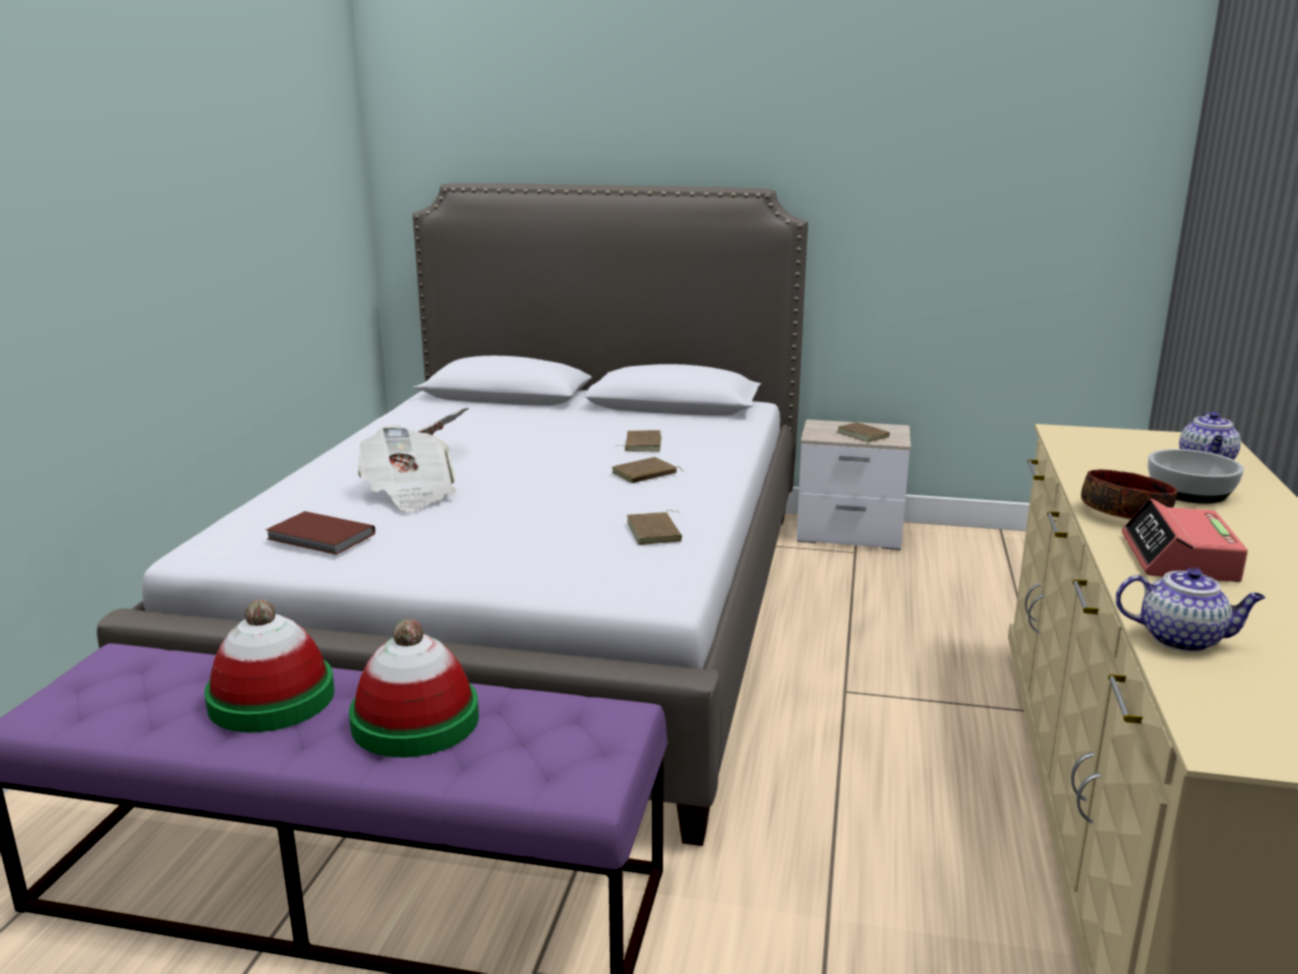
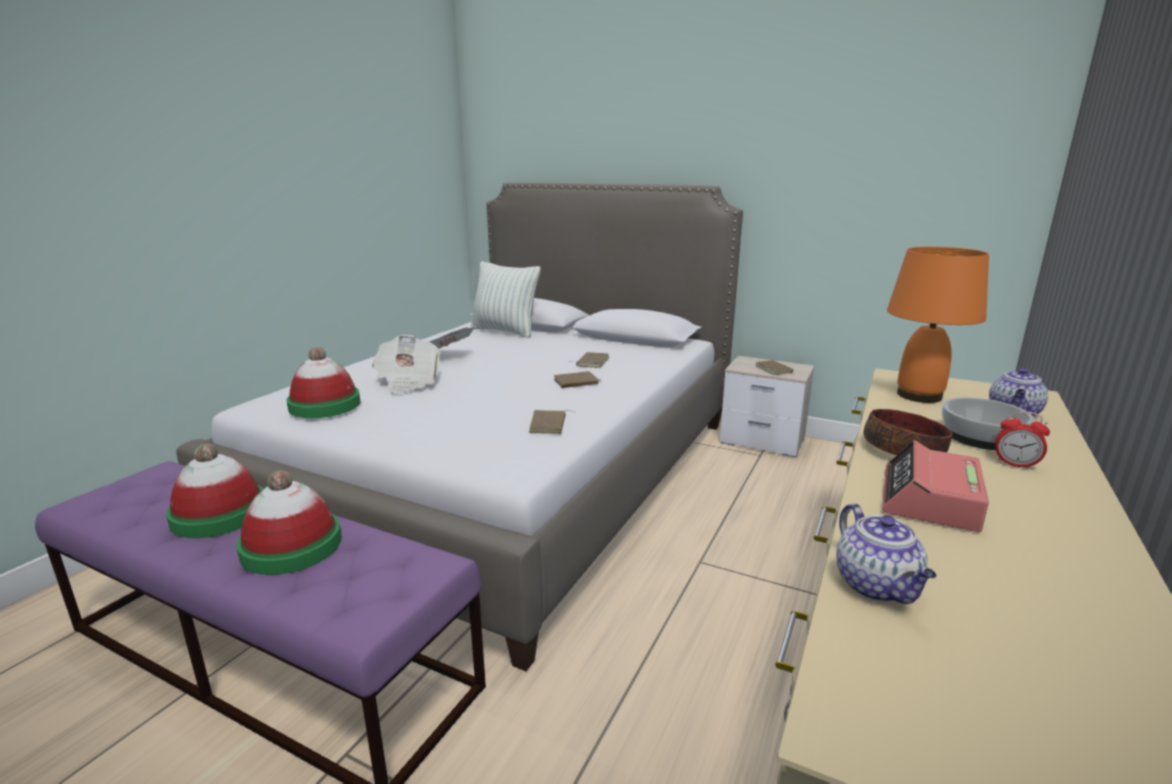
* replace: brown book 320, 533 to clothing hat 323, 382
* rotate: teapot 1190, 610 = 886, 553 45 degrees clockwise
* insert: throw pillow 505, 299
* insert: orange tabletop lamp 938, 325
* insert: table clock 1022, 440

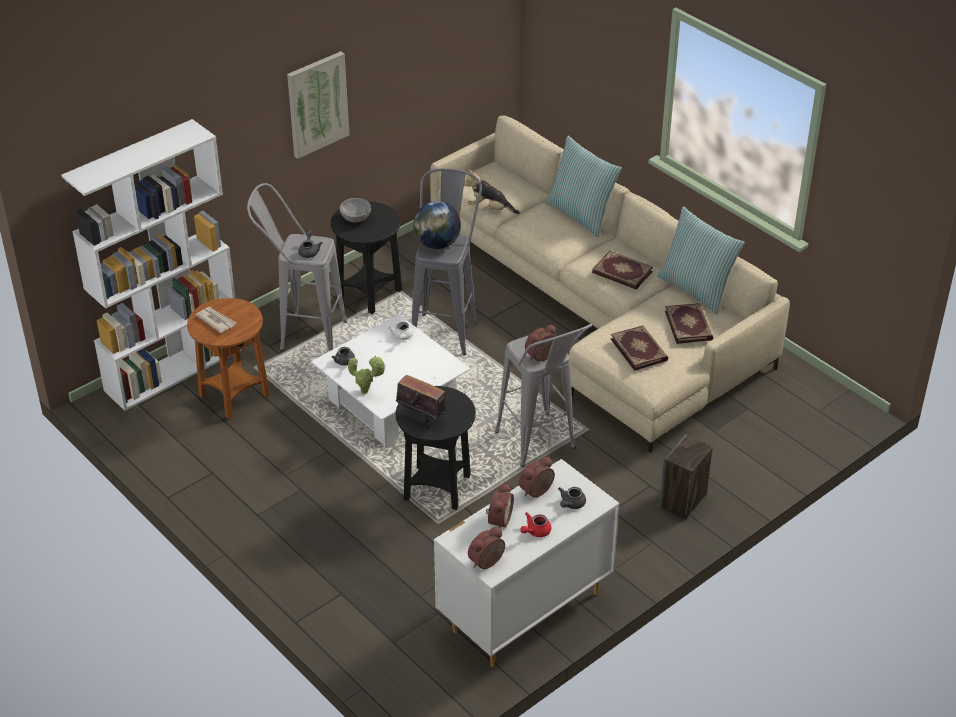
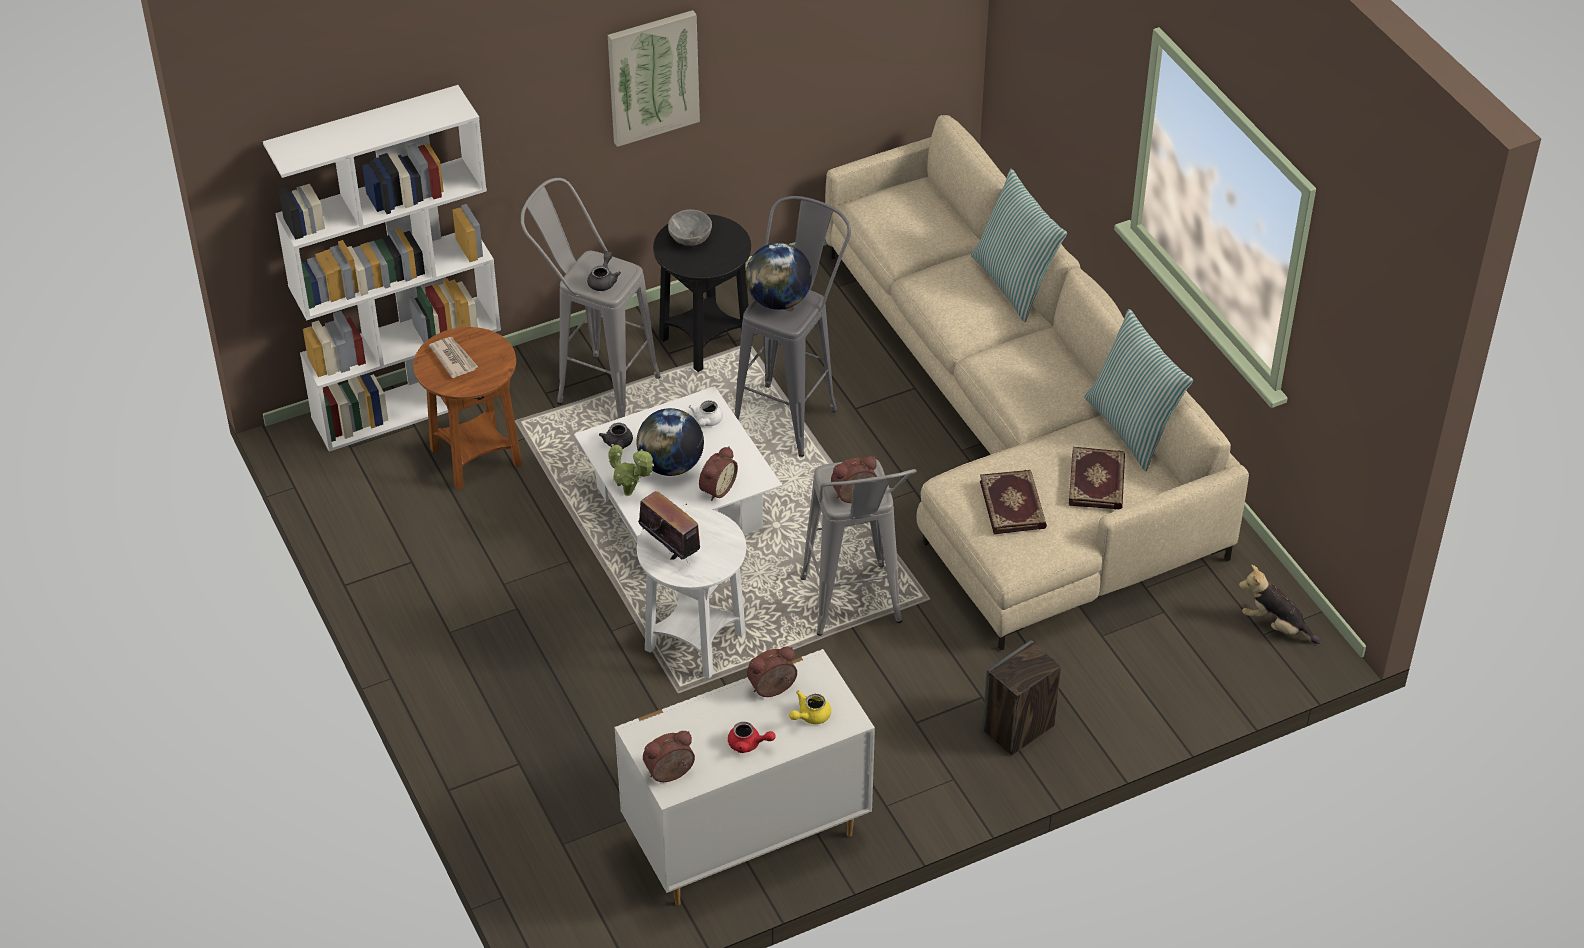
* recolor: black accent table 436, 448 to white accent table 691, 593
* move: plush toy 492, 191 to 1280, 604
* move: table clock 500, 505 to 718, 473
* rotate: red-coloured teapot 535, 524 = 751, 737 135 degrees counterclockwise
* recolor: gray teapot 572, 498 to yellow-coloured teapot 810, 707
* delete: book 622, 270
* insert: world globe 670, 442

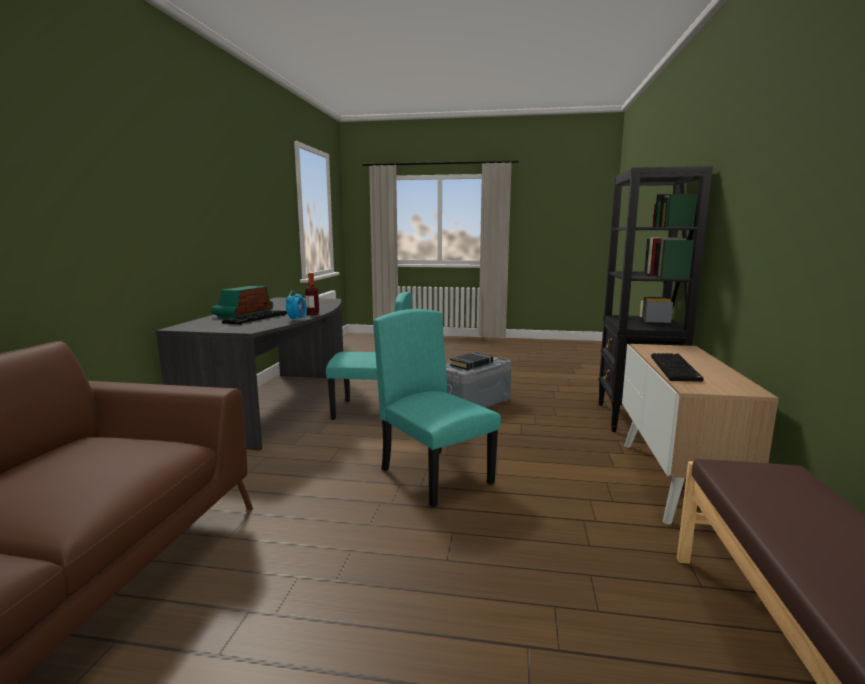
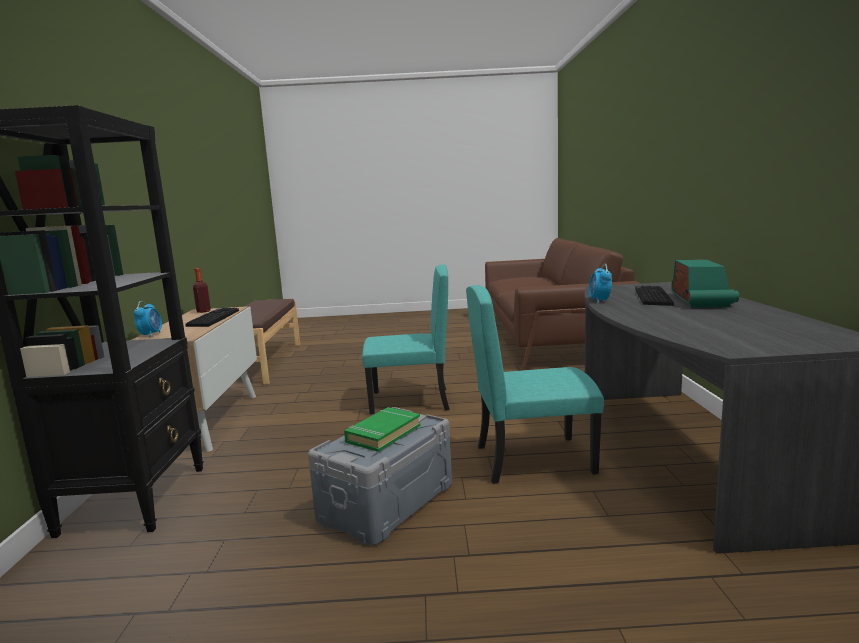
* move: bottle 312, 294 to 202, 290
* rotate: blue-green upright chair 437, 408 = 406, 339 45 degrees counterclockwise
* recolor: black book 471, 361 to green-coloured book 382, 429
* insert: table clock 148, 319

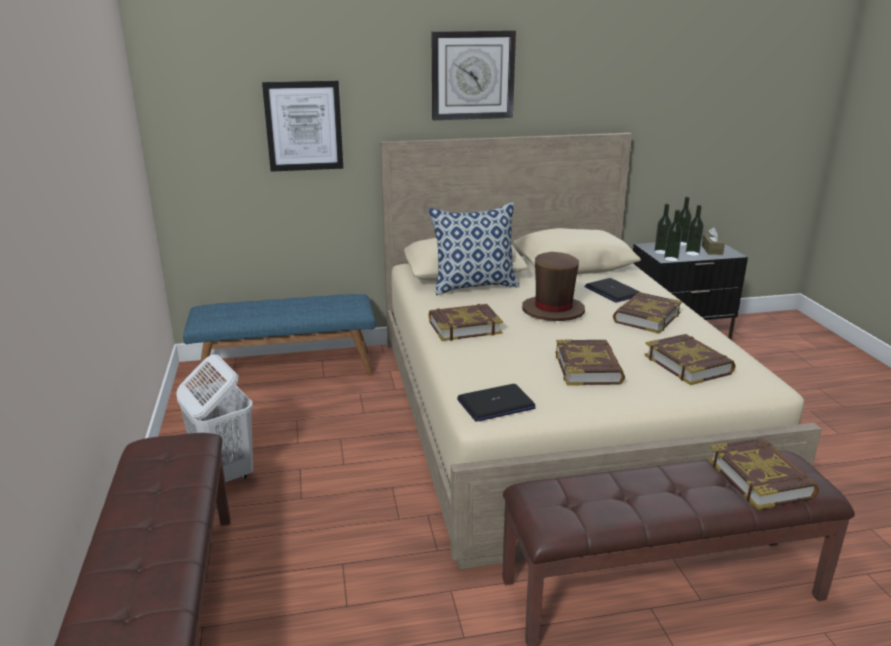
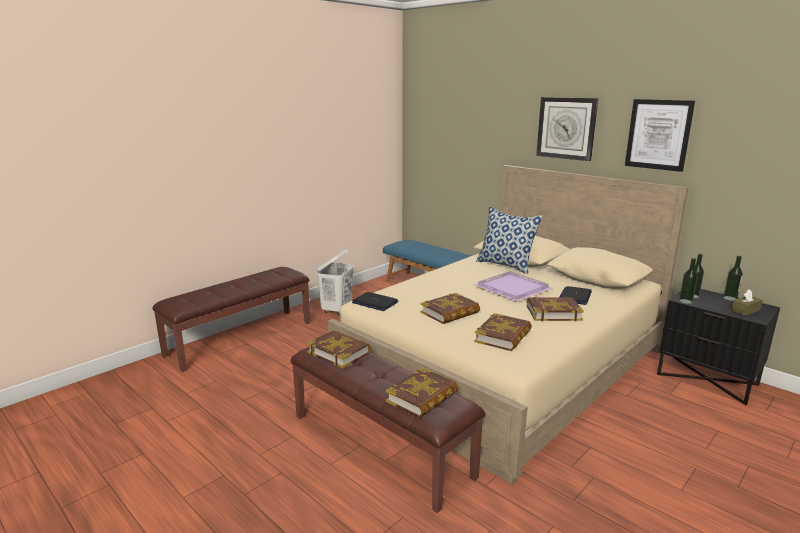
* move: wall art 302, 126 to 660, 135
* move: book 466, 322 to 338, 349
* replace: brown clothing hat 553, 286 to purple-coloured serving tray 513, 286
* delete: bottle 695, 230

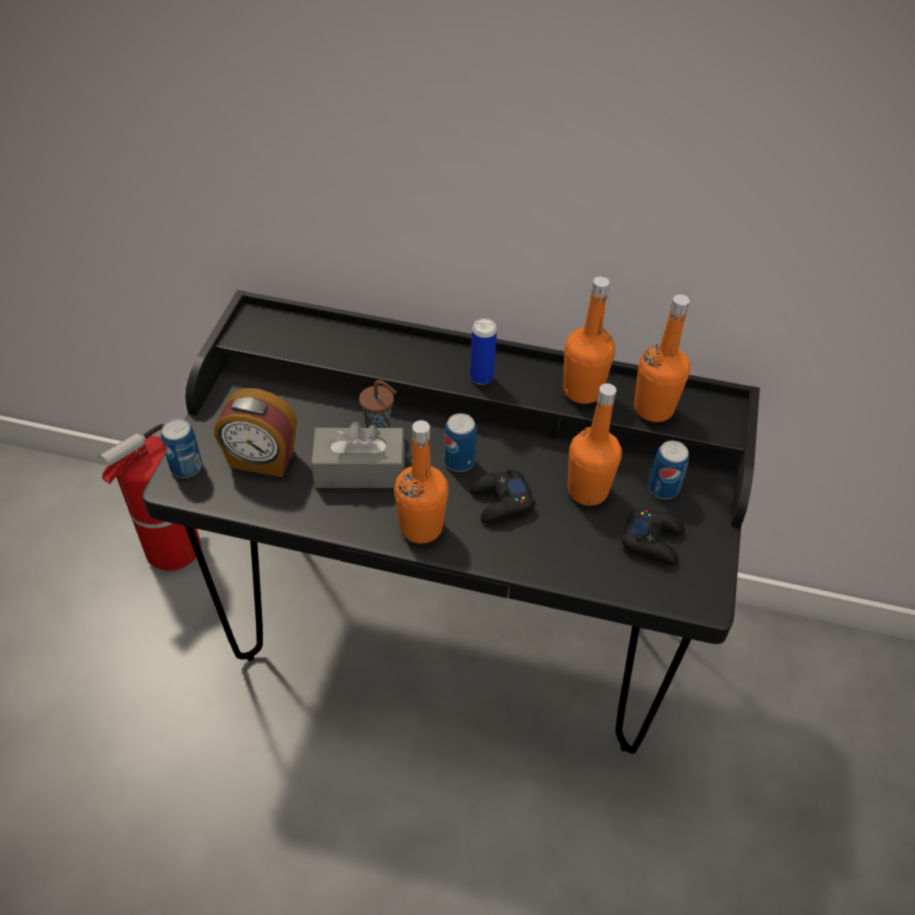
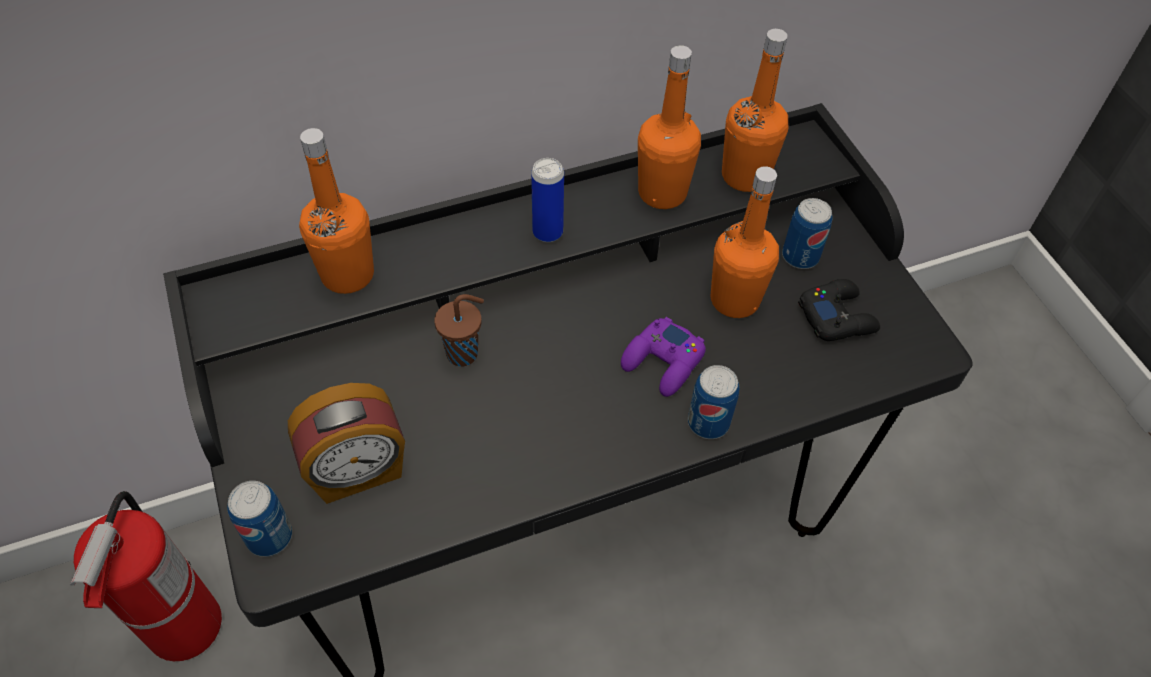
* delete: gray tissue holder 358, 455
* move: orange bottle 421, 482 to 336, 211
* move: can 460, 442 to 714, 402
* recolor: black joypad 502, 496 to purple-coloured joypad 663, 357

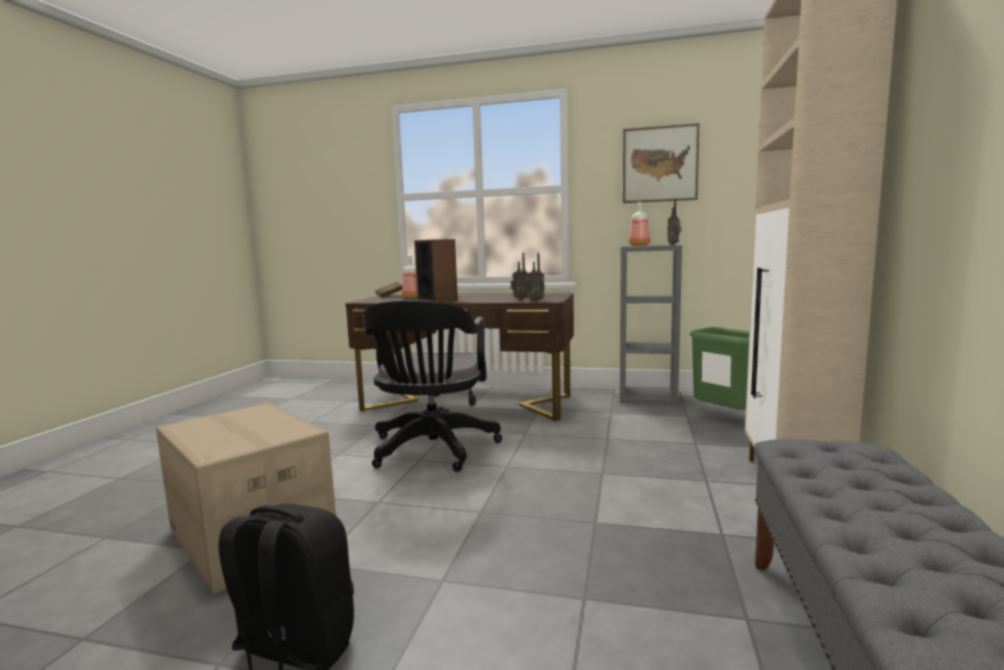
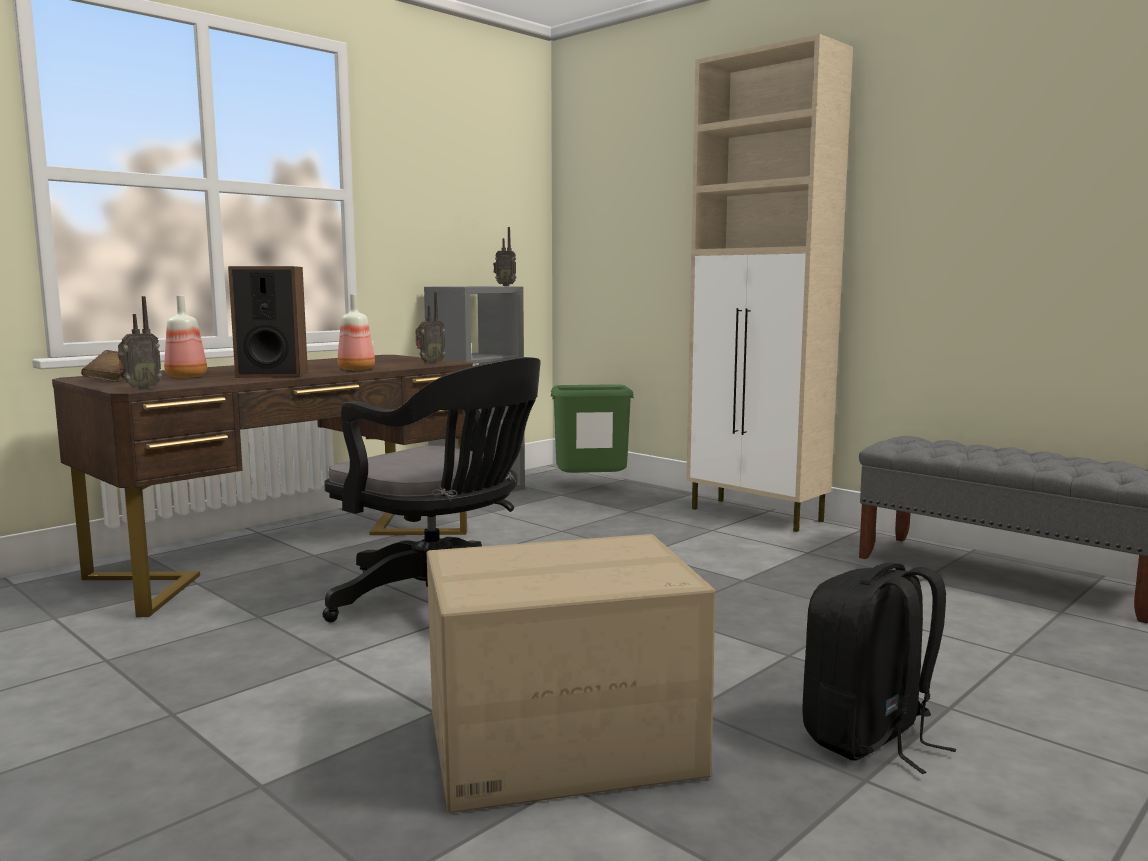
* move: radio set 519, 276 to 140, 343
* delete: wall art 661, 163
* move: bottle 639, 224 to 356, 332

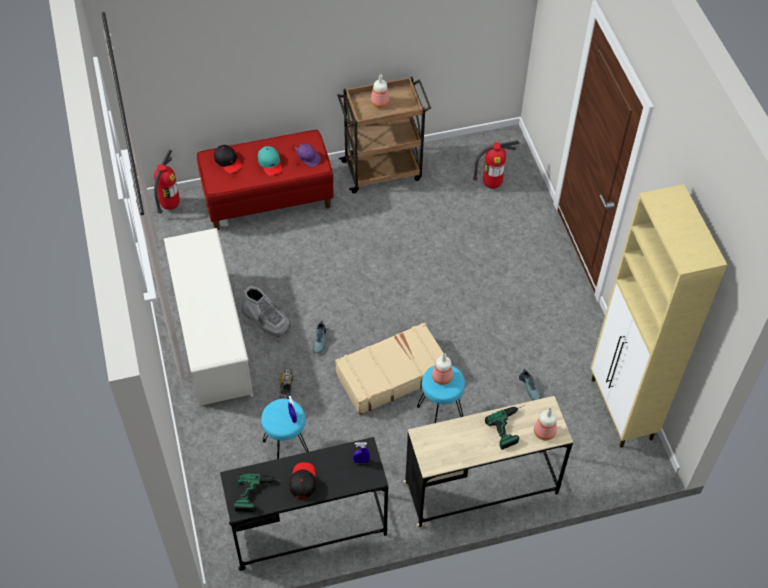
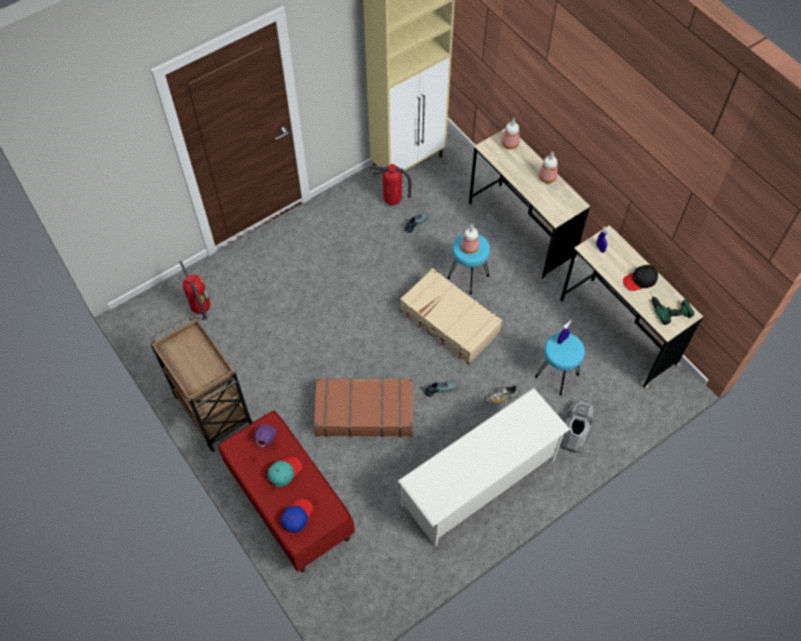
* move: extinguisher 167, 182 to 391, 184
* recolor: black cap 228, 159 to blue cap 297, 515
* recolor: black desk table 304, 504 to beige-coloured desk table 631, 307
* move: gray boot 266, 311 to 577, 426
* move: bottle 380, 91 to 548, 167
* delete: electric drill 505, 427
* insert: brown suitcase 363, 407

